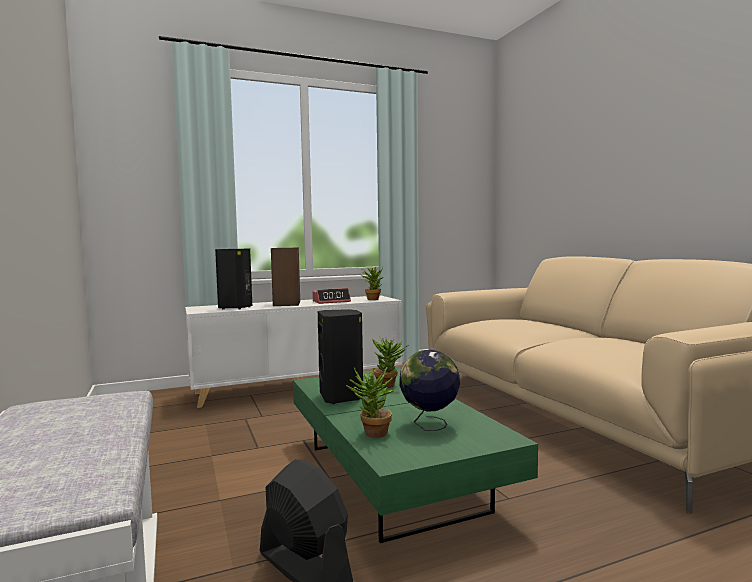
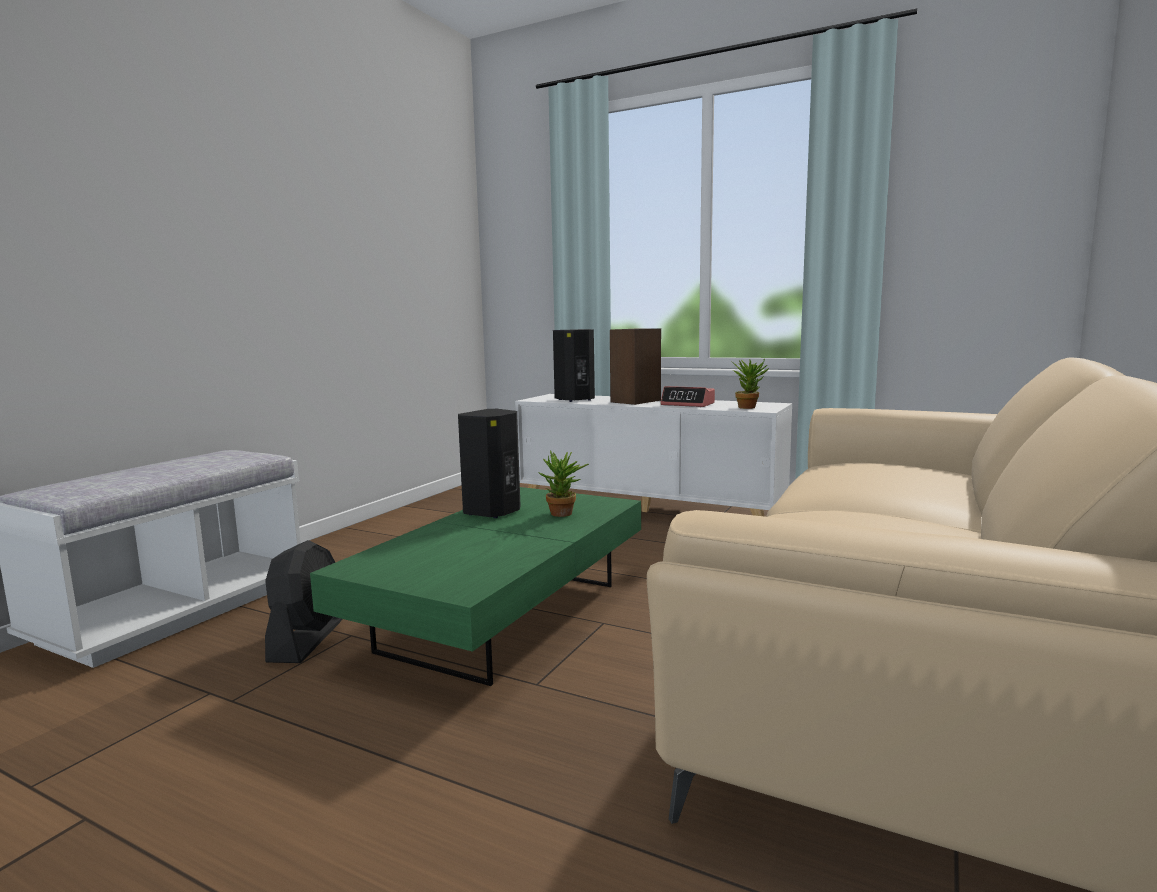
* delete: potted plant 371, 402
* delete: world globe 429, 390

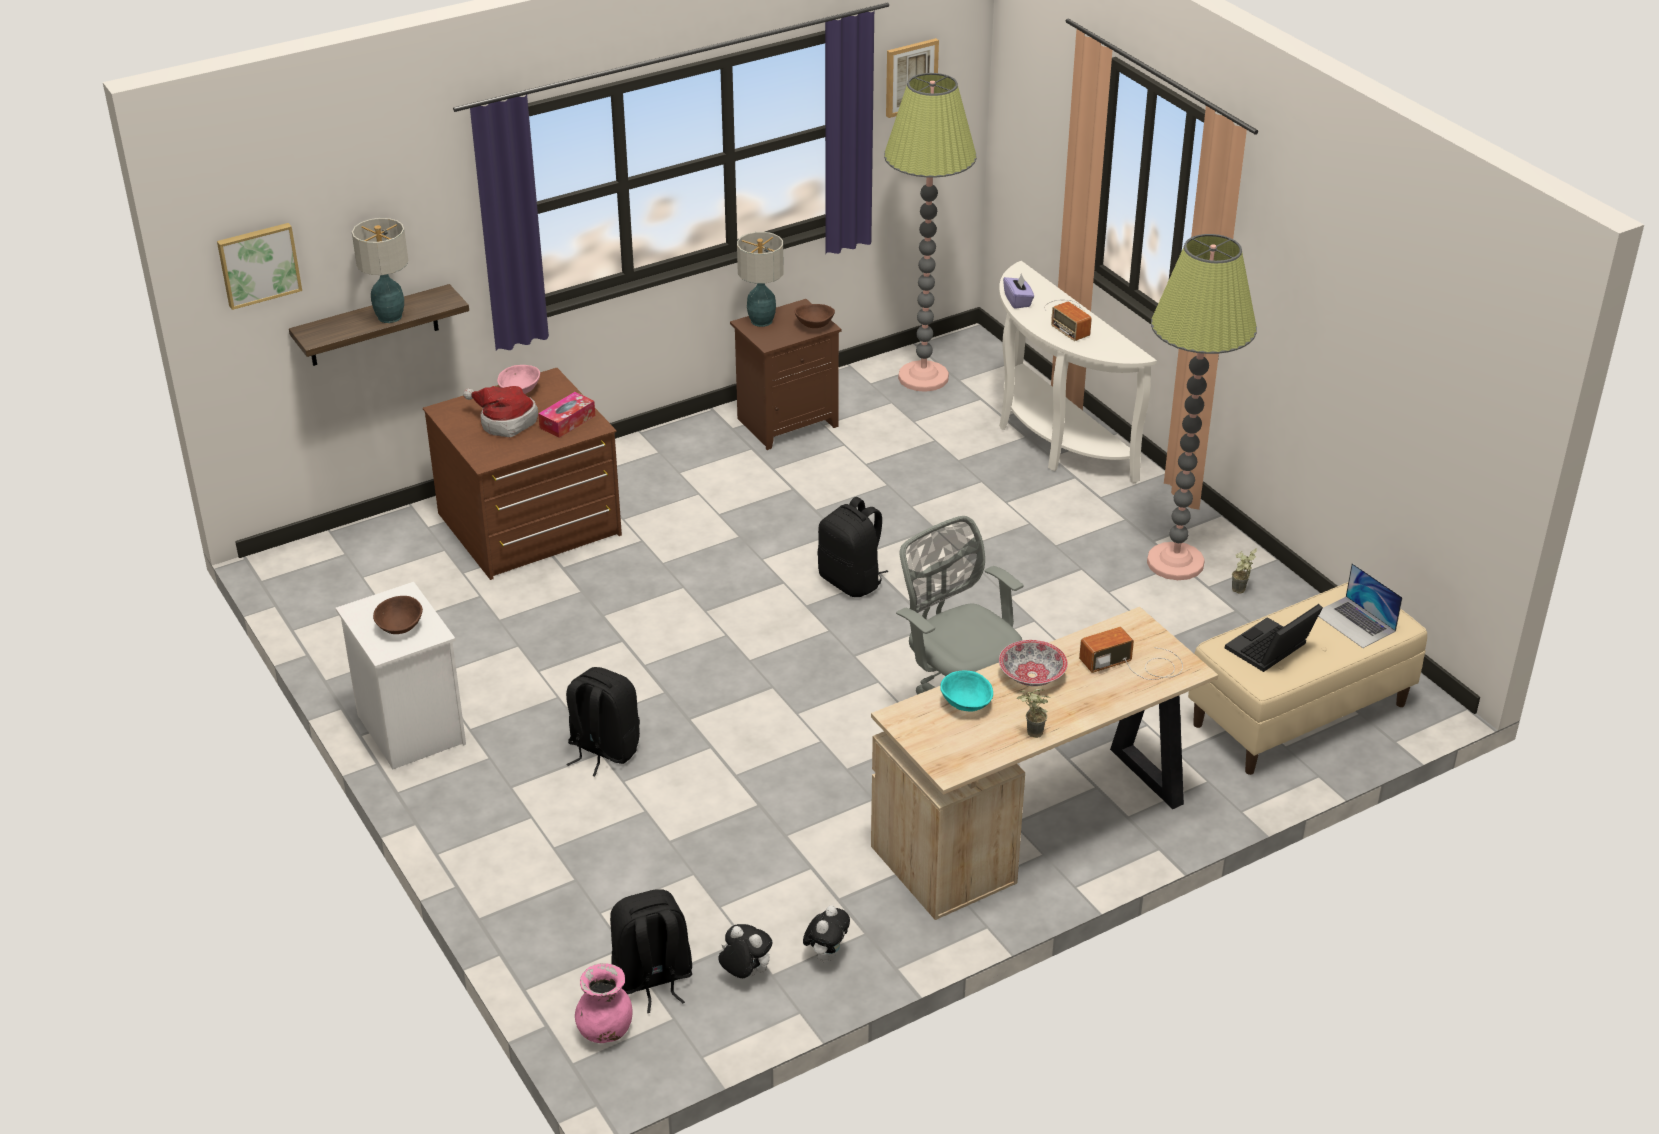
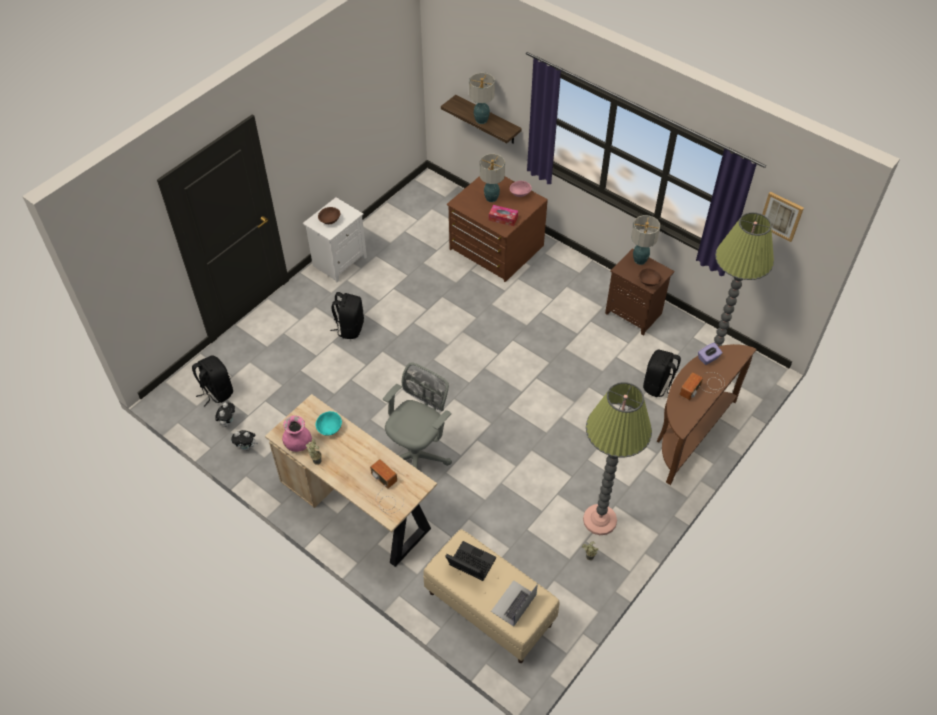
* delete: wall art 259, 266
* replace: clothing hat 500, 412 to tabletop lamp 492, 178
* move: pink-coloured decorative vase 604, 1003 to 297, 434
* move: black knapsack 853, 547 to 662, 373
* recolor: white hall table 1078, 372 to brown hall table 707, 414
* delete: deep dish 1033, 663

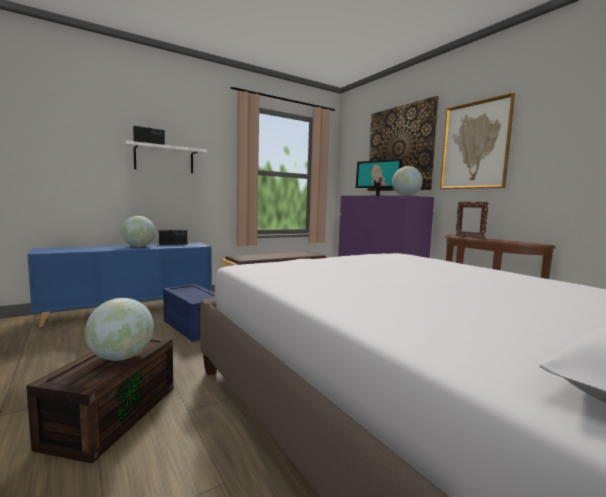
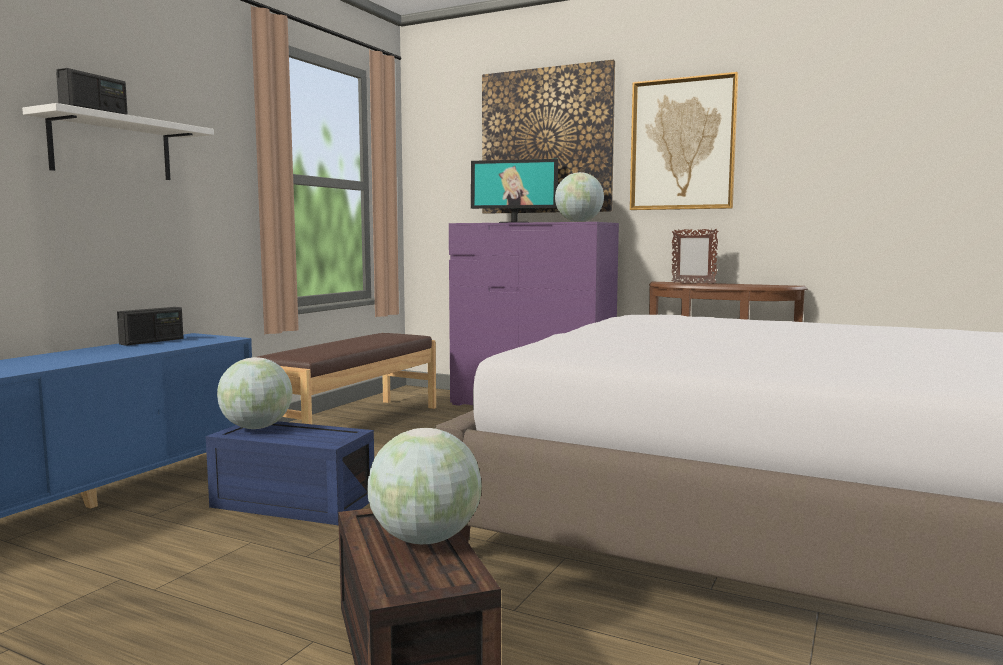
* move: world globe 138, 231 to 254, 393

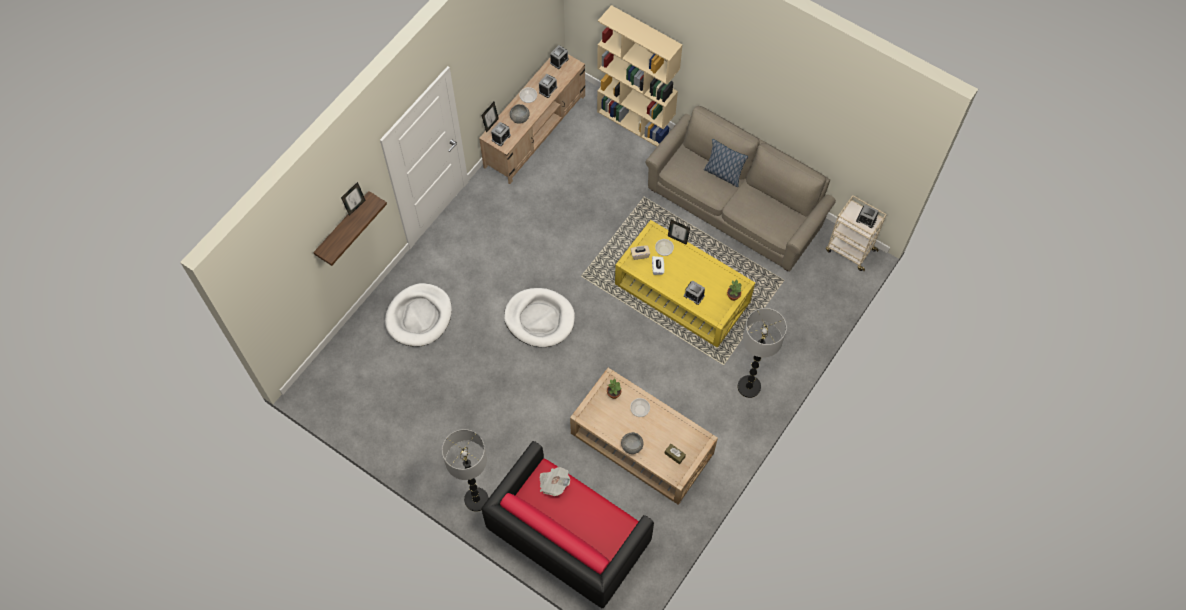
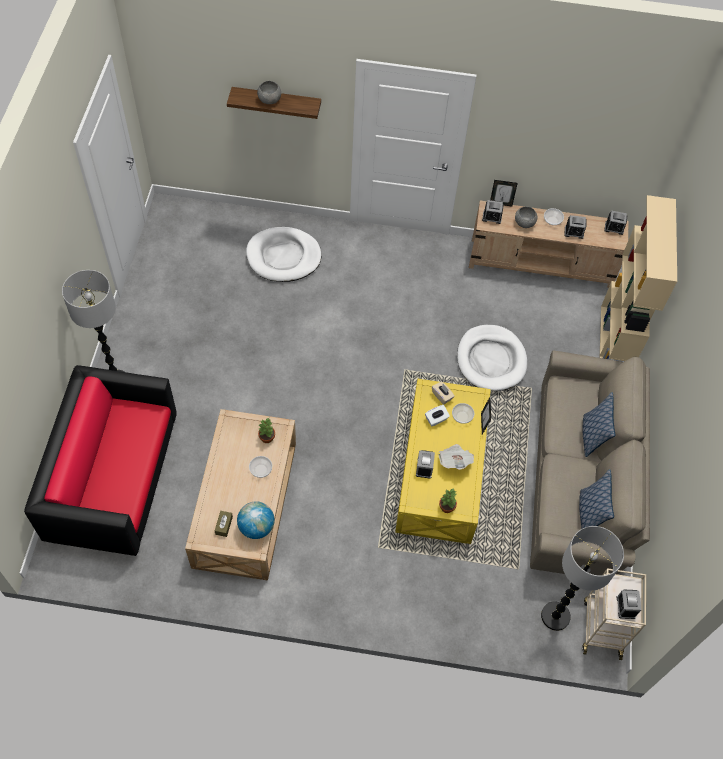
* delete: photo frame 353, 199
* move: white dog cushion 539, 317 to 492, 358
* move: daily paper 555, 481 to 456, 457
* move: gray deep dish 632, 443 to 269, 92
* move: floor lamp 762, 353 to 582, 578
* insert: world globe 256, 520
* insert: throw pillow 596, 499

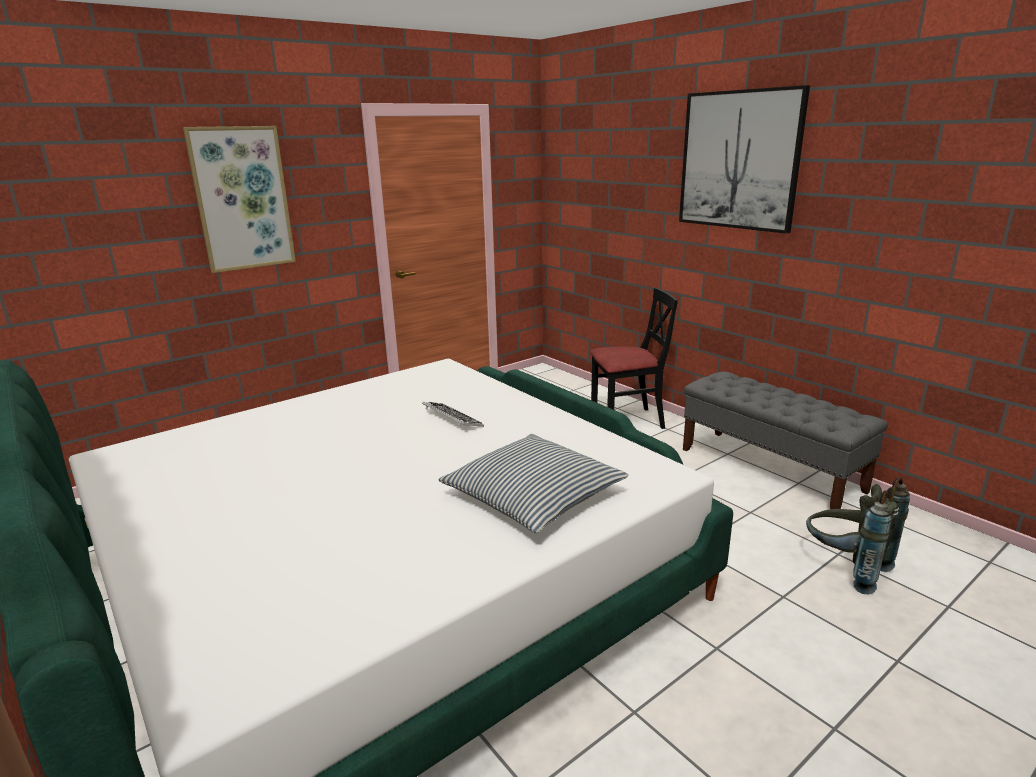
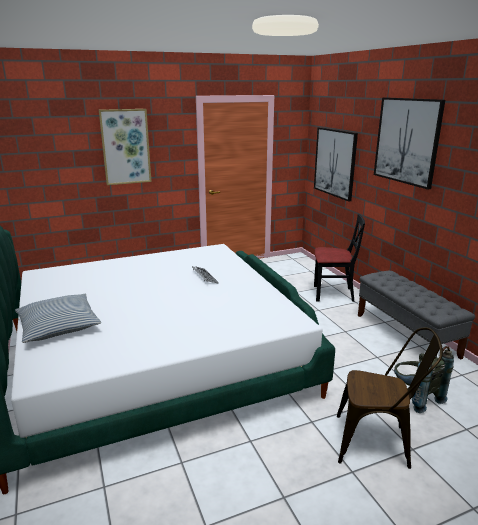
* move: throw pillow 533, 483 to 58, 318
* insert: wall art 336, 164
* insert: brown upright chair 390, 398

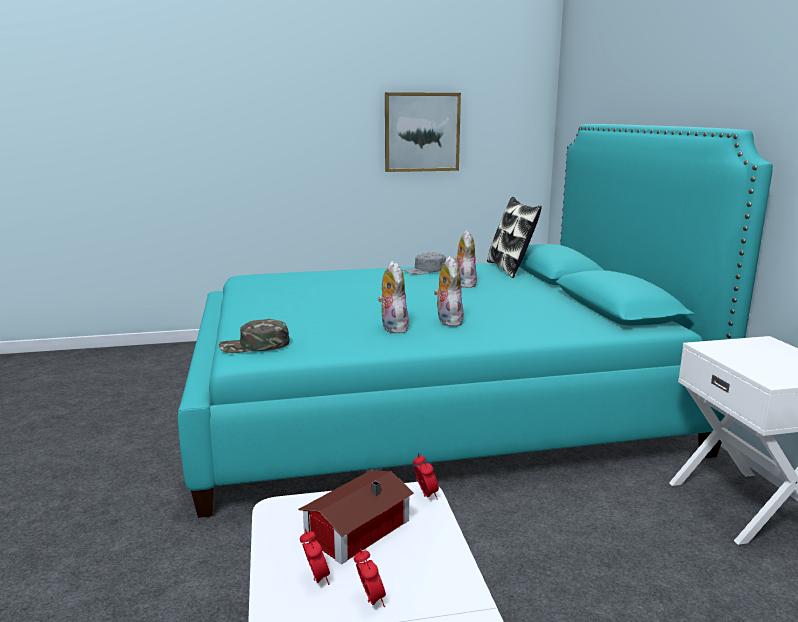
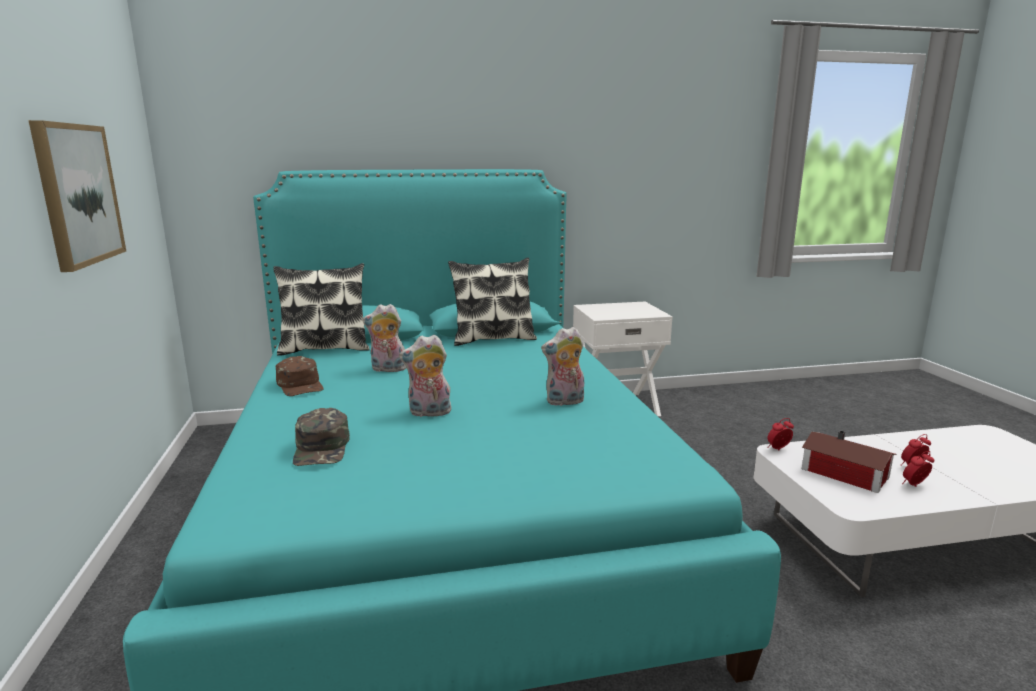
* move: green-coloured cap 254, 336 to 321, 437
* recolor: gray cap 424, 263 to brown cap 299, 376
* move: plush toy 449, 291 to 425, 376
* insert: throw pillow 492, 302

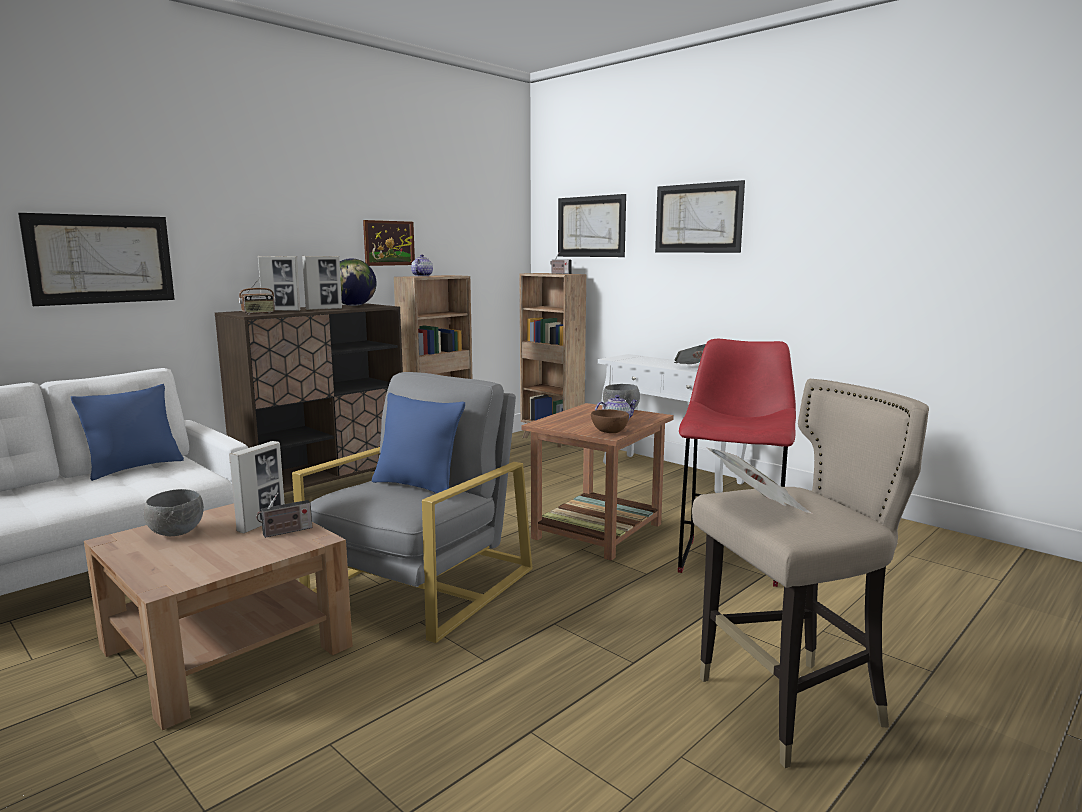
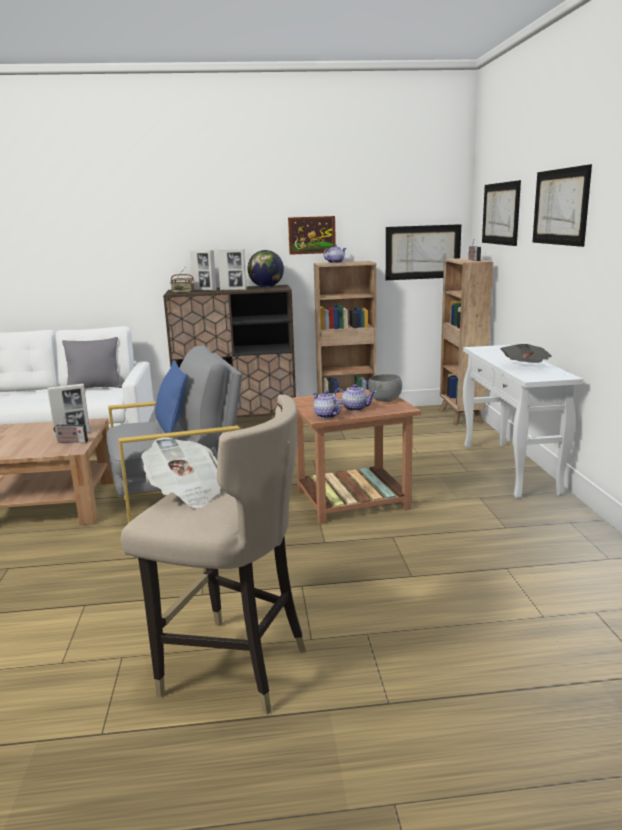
* move: wall art 96, 259 to 423, 252
* recolor: blue throw pillow 127, 432 to gray throw pillow 92, 362
* delete: gray deep dish 173, 512
* replace: brown deep dish 610, 421 to teapot 327, 405
* delete: red-coloured stool 737, 463

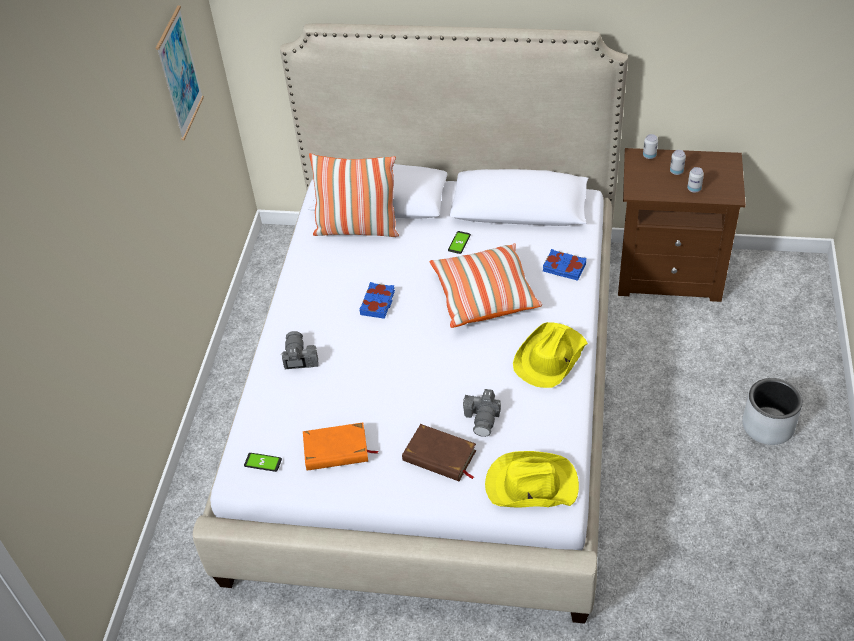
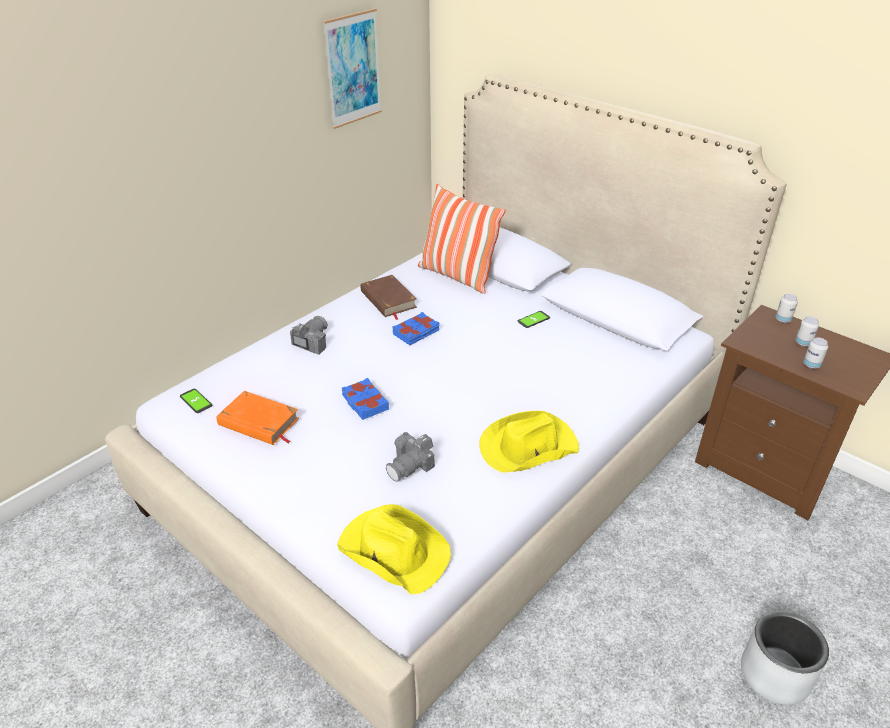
* move: brown book 439, 452 to 389, 297
* delete: throw pillow 486, 285
* move: blue book 565, 265 to 365, 399

